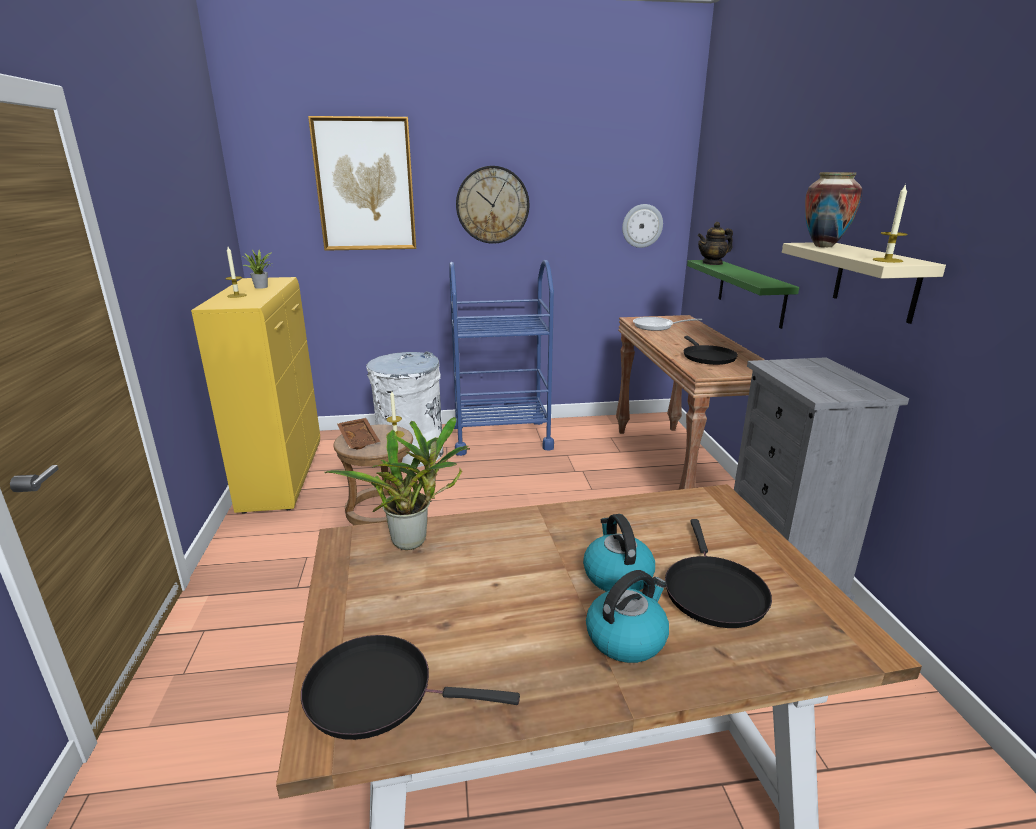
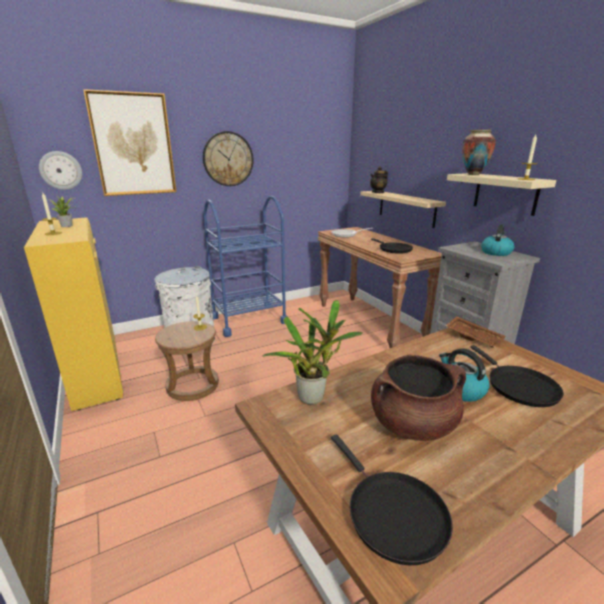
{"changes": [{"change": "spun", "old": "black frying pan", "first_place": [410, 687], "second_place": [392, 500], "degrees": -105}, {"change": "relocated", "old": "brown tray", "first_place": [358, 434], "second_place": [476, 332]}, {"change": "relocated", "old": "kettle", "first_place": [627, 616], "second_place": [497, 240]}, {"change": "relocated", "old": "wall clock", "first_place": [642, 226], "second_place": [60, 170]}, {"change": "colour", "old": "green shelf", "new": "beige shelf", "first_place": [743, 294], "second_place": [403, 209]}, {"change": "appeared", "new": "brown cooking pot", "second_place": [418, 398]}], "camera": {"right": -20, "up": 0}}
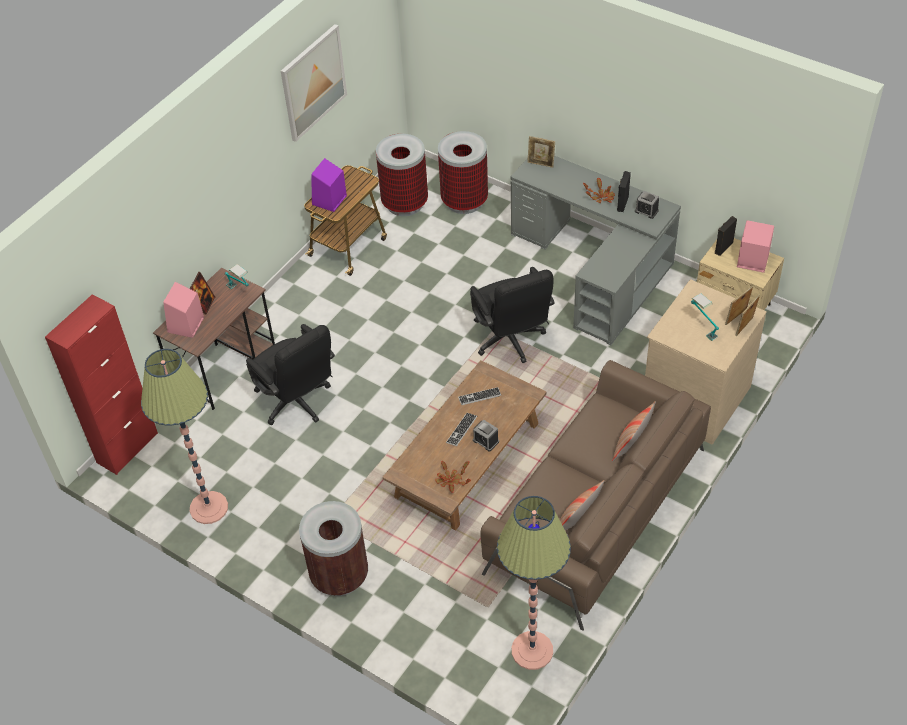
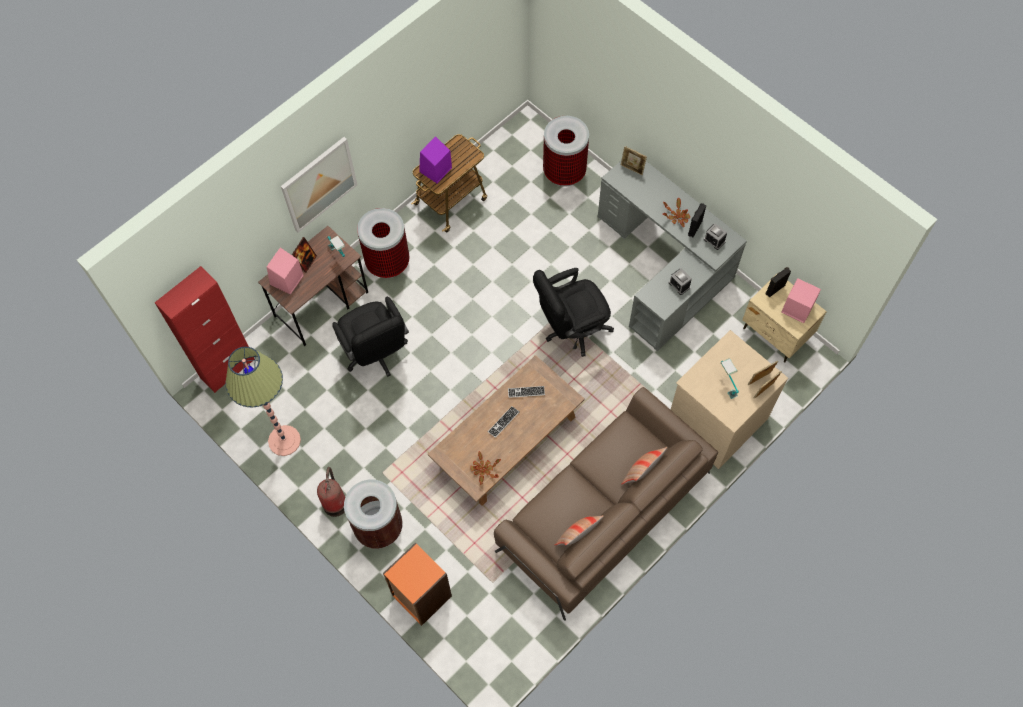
{"changes": [{"change": "relocated", "old": "picture", "first_place": [314, 83], "second_place": [319, 185]}, {"change": "relocated", "old": "trash can", "first_place": [402, 175], "second_place": [383, 243]}, {"change": "spun", "old": "black office chair", "first_place": [512, 315], "second_place": [573, 312], "degrees": 75}, {"change": "relocated", "old": "alarm clock", "first_place": [486, 436], "second_place": [680, 281]}, {"change": "missing", "old": "floor lamp", "first_place": [534, 583]}, {"change": "appeared", "new": "fire extinguisher", "second_place": [331, 492]}, {"change": "appeared", "new": "orange bookcase", "second_place": [417, 584]}], "camera": {"right": 10, "up": 15}}
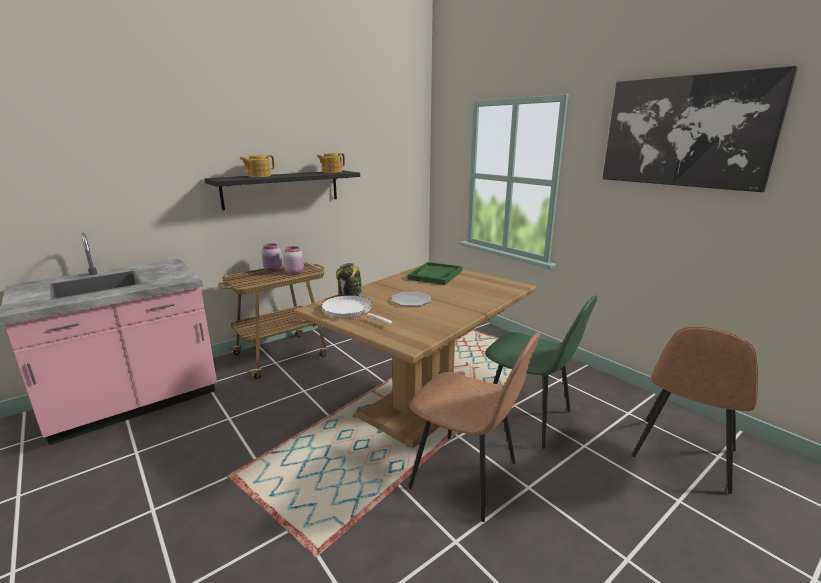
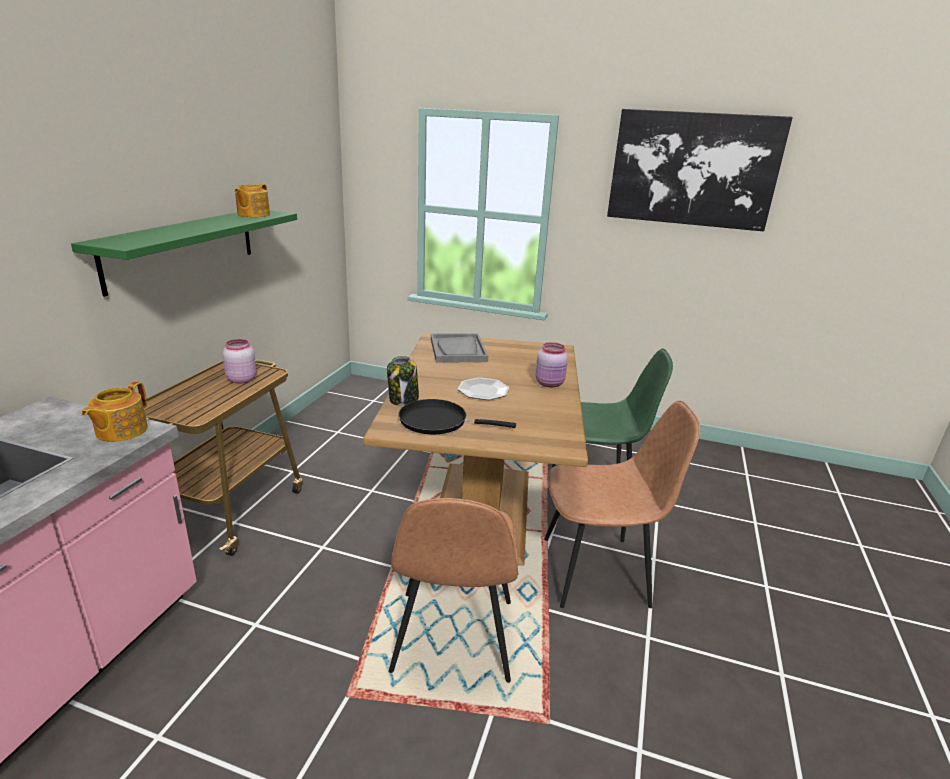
{"changes": [{"change": "colour", "old": "black shelf", "new": "green shelf", "first_place": [282, 190], "second_place": [184, 254]}, {"change": "relocated", "old": "teapot", "first_place": [257, 166], "second_place": [114, 411]}, {"change": "relocated", "old": "pink jar", "first_place": [271, 257], "second_place": [552, 364]}, {"change": "colour", "old": "white frying pan", "new": "black frying pan", "first_place": [356, 310], "second_place": [457, 416]}, {"change": "colour", "old": "green tray", "new": "grey tray", "first_place": [435, 273], "second_place": [459, 348]}, {"change": "relocated", "old": "brown chair", "first_place": [695, 410], "second_place": [453, 590]}], "camera": {"right": -35, "up": 5}}
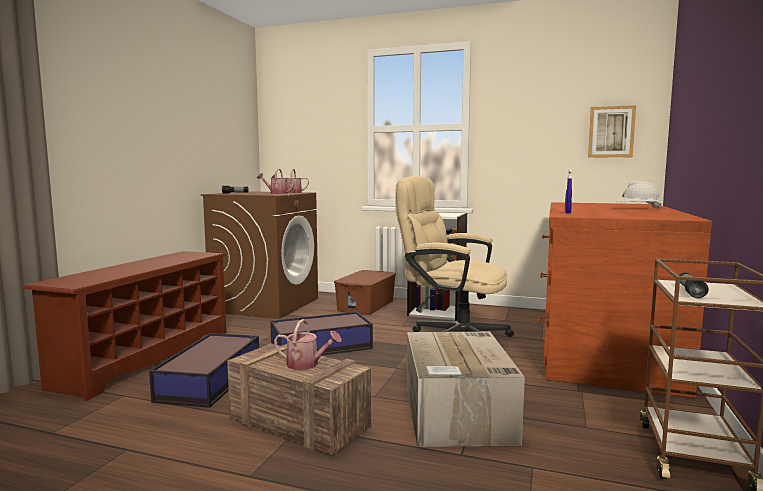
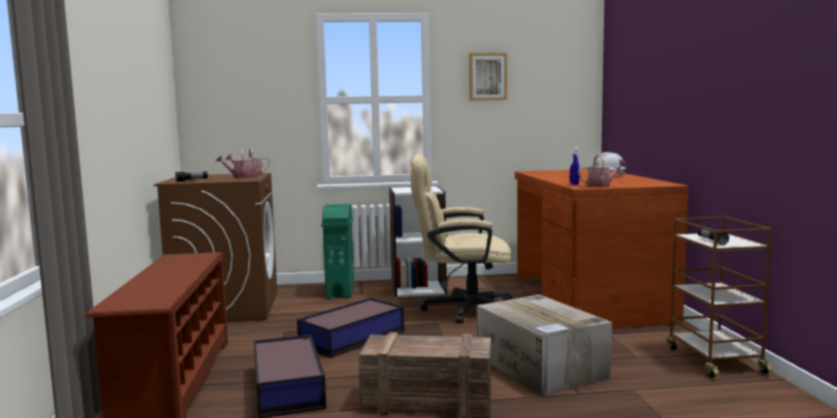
{"changes": [{"change": "relocated", "old": "watering can", "first_place": [308, 344], "second_place": [602, 171]}, {"change": "exchanged", "old": "brown storage box", "new": "green trash can", "first_place": [365, 292], "second_place": [337, 251]}, {"change": "relocated", "old": "picture", "first_place": [612, 131], "second_place": [488, 77]}], "camera": {"right": -25, "up": 0}}
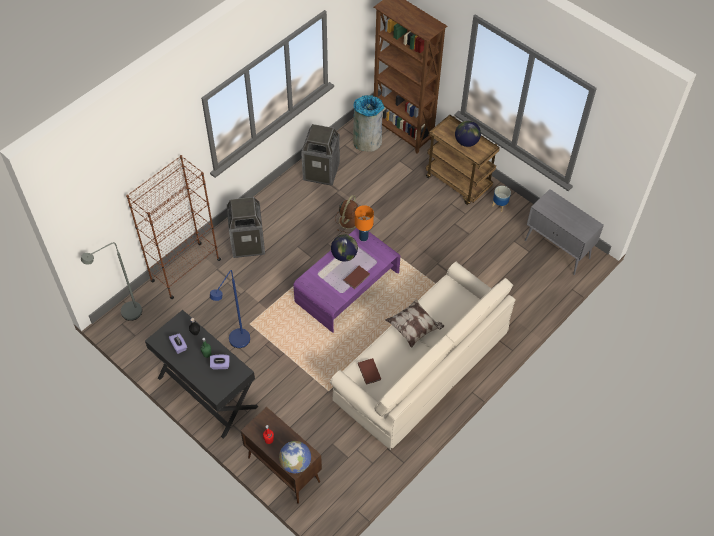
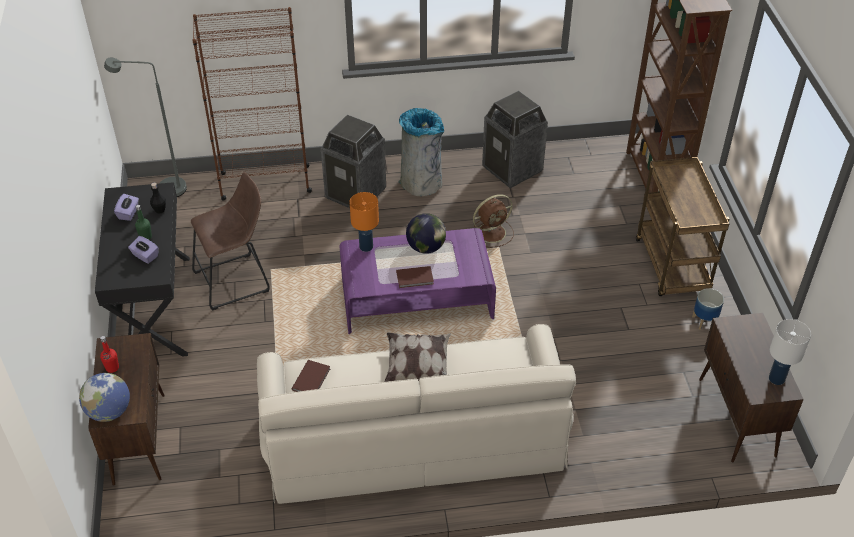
{"changes": [{"change": "exchanged", "old": "blue floor lamp", "new": "brown stool", "first_place": [230, 309], "second_place": [230, 241]}, {"change": "relocated", "old": "grey trash can", "first_place": [369, 123], "second_place": [421, 152]}, {"change": "relocated", "old": "orange table lamp", "first_place": [364, 223], "second_place": [364, 222]}, {"change": "missing", "old": "globe", "first_place": [468, 134]}, {"change": "colour", "old": "grey cabinet", "new": "brown cabinet", "first_place": [564, 232], "second_place": [751, 387]}, {"change": "appeared", "new": "white table lamp", "second_place": [790, 352]}], "camera": {"right": 40, "up": -10}}
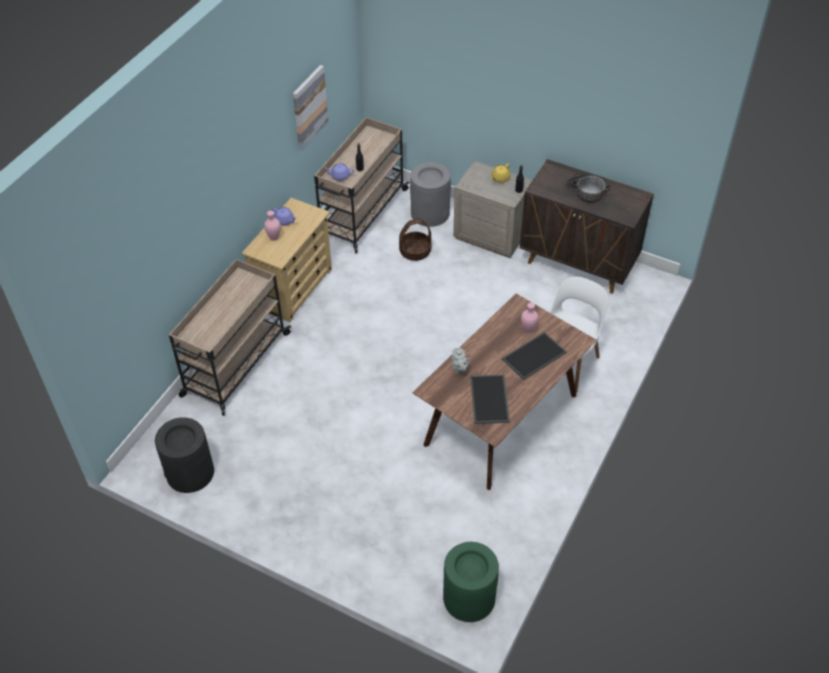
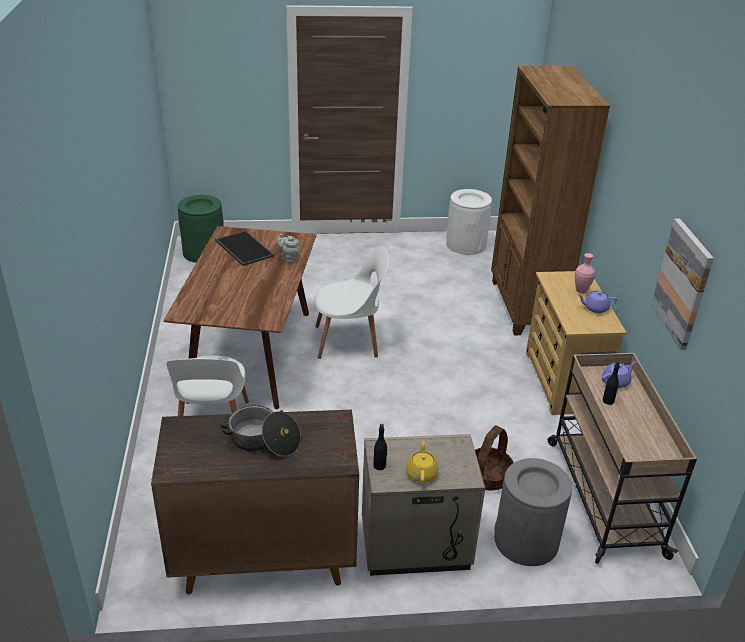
{"changes": [{"change": "colour", "old": "black trash can", "new": "white trash can", "first_place": [184, 455], "second_place": [469, 222]}, {"change": "exchanged", "old": "beige cart", "new": "brown bookcase", "first_place": [230, 337], "second_place": [550, 200]}, {"change": "missing", "old": "tray", "first_place": [534, 356]}, {"change": "missing", "old": "pink vase", "first_place": [530, 318]}, {"change": "appeared", "new": "white chair", "second_place": [351, 303]}], "camera": {"right": 145, "up": -15}}
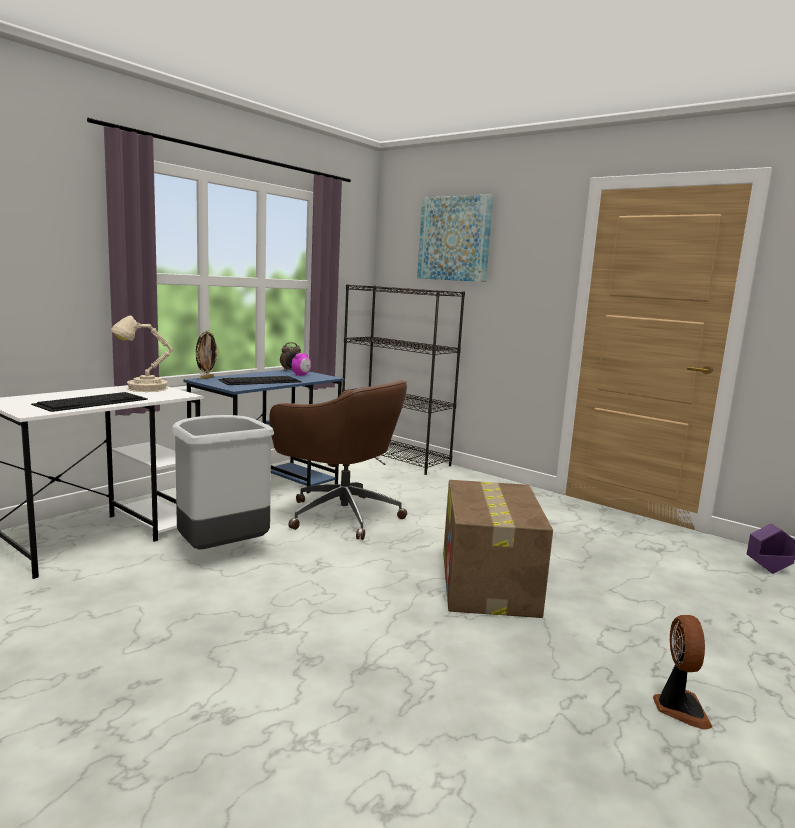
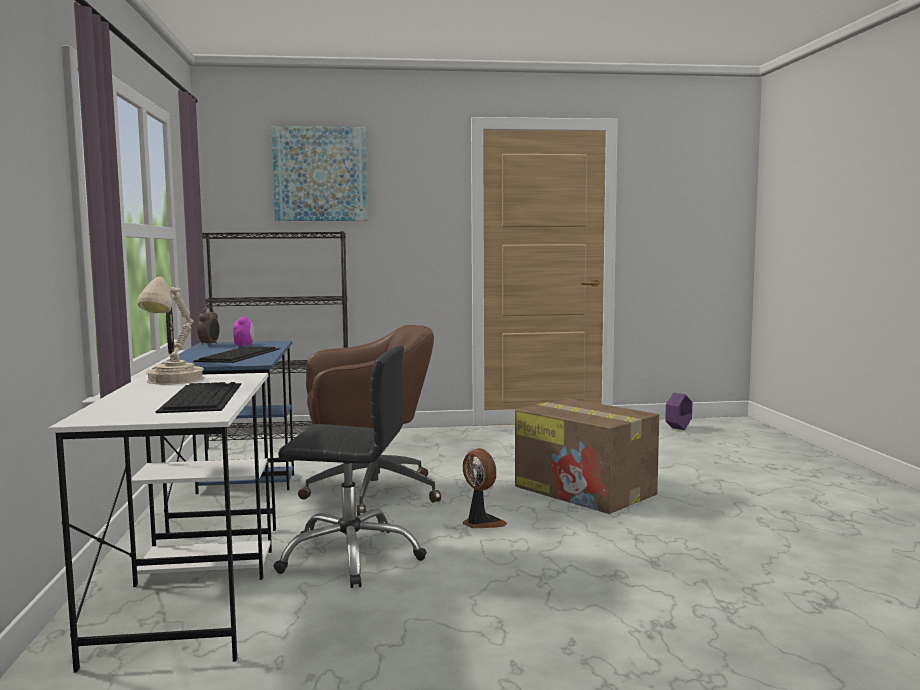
{"changes": [{"change": "exchanged", "old": "grey trash can", "new": "black office chair", "first_place": [223, 482], "second_place": [350, 466]}, {"change": "relocated", "old": "fan", "first_place": [682, 672], "second_place": [485, 488]}], "camera": {"right": -45, "up": -5}}
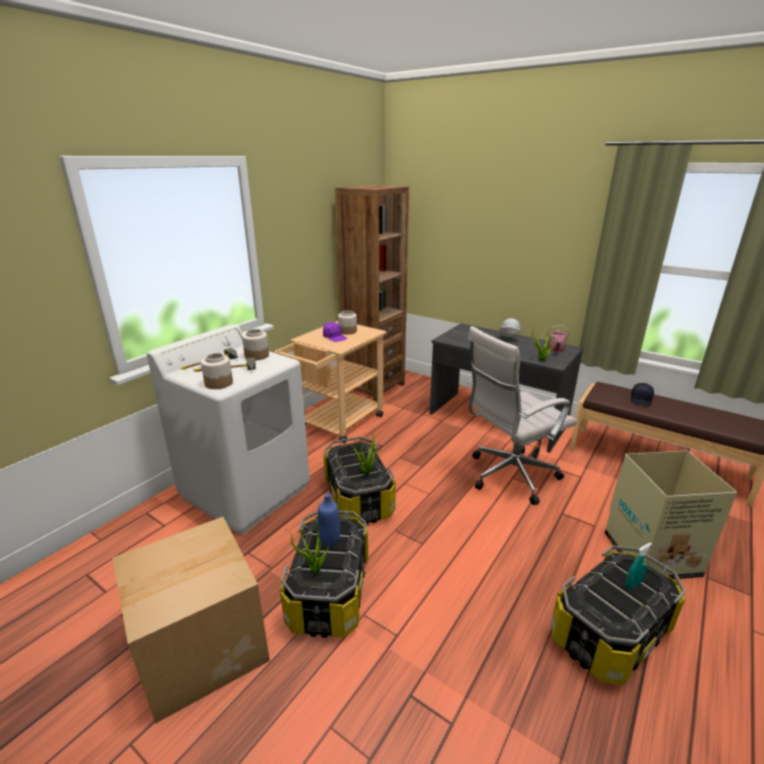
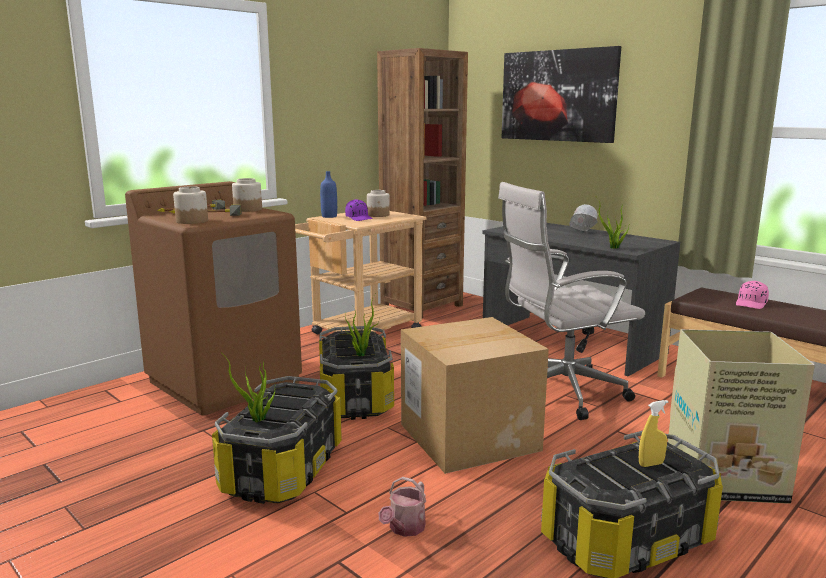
{"changes": [{"change": "relocated", "old": "cardboard box", "first_place": [191, 620], "second_place": [475, 395]}, {"change": "colour", "old": "white washing machine", "new": "brown washing machine", "first_place": [228, 429], "second_place": [213, 298]}, {"change": "relocated", "old": "blue bottle", "first_place": [329, 520], "second_place": [328, 194]}, {"change": "relocated", "old": "watering can", "first_place": [558, 338], "second_place": [402, 507]}, {"change": "colour", "old": "turquoise spray bottle", "new": "yellow spray bottle", "first_place": [638, 566], "second_place": [653, 433]}, {"change": "colour", "old": "black cap", "new": "pink cap", "first_place": [642, 394], "second_place": [752, 295]}, {"change": "appeared", "new": "picture", "second_place": [561, 94]}], "camera": {"right": 10, "up": -10}}
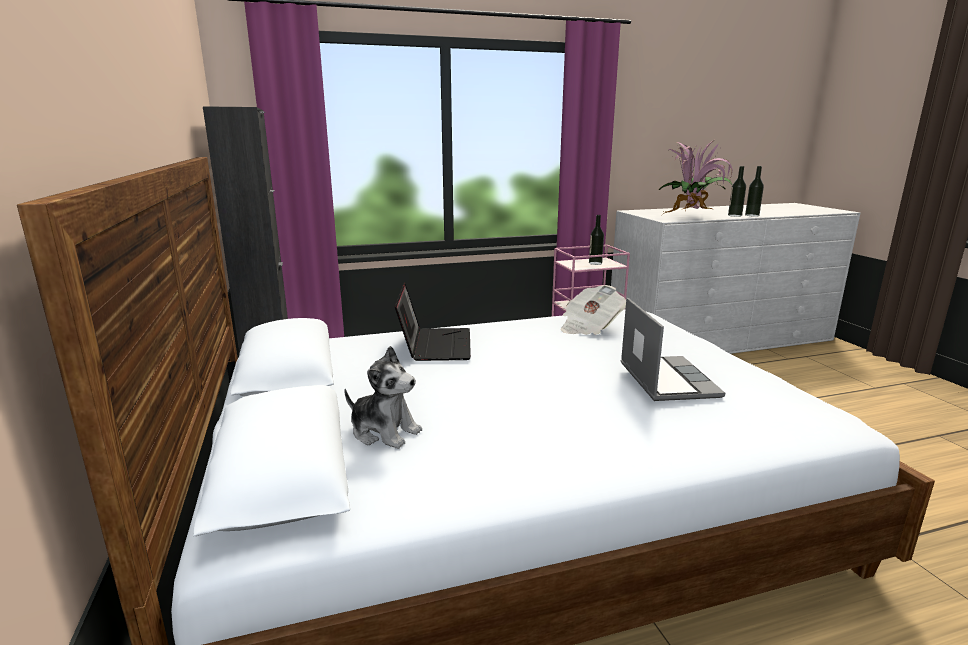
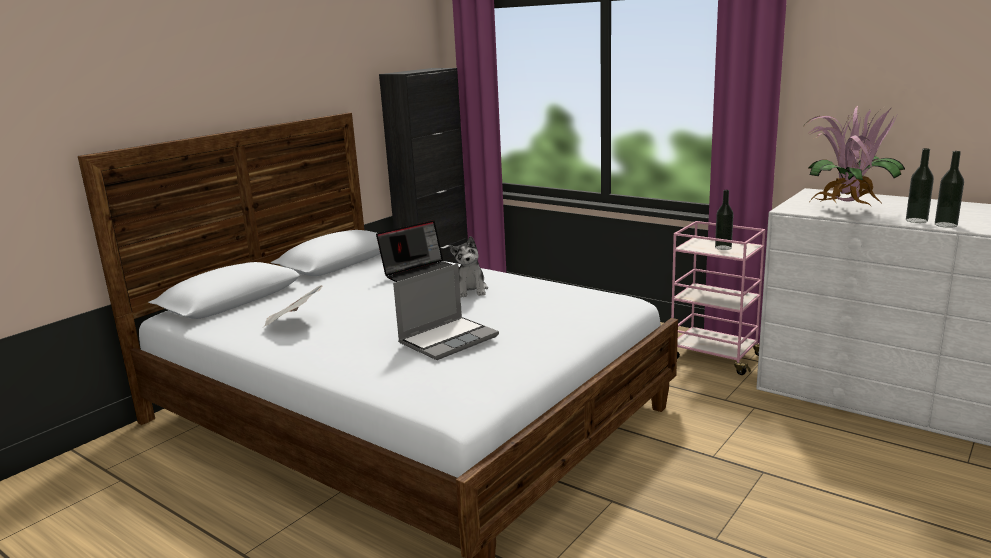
{"changes": [{"change": "relocated", "old": "plush toy", "first_place": [383, 397], "second_place": [468, 266]}, {"change": "relocated", "old": "newspaper", "first_place": [593, 310], "second_place": [293, 306]}], "camera": {"right": 55, "up": 0}}
